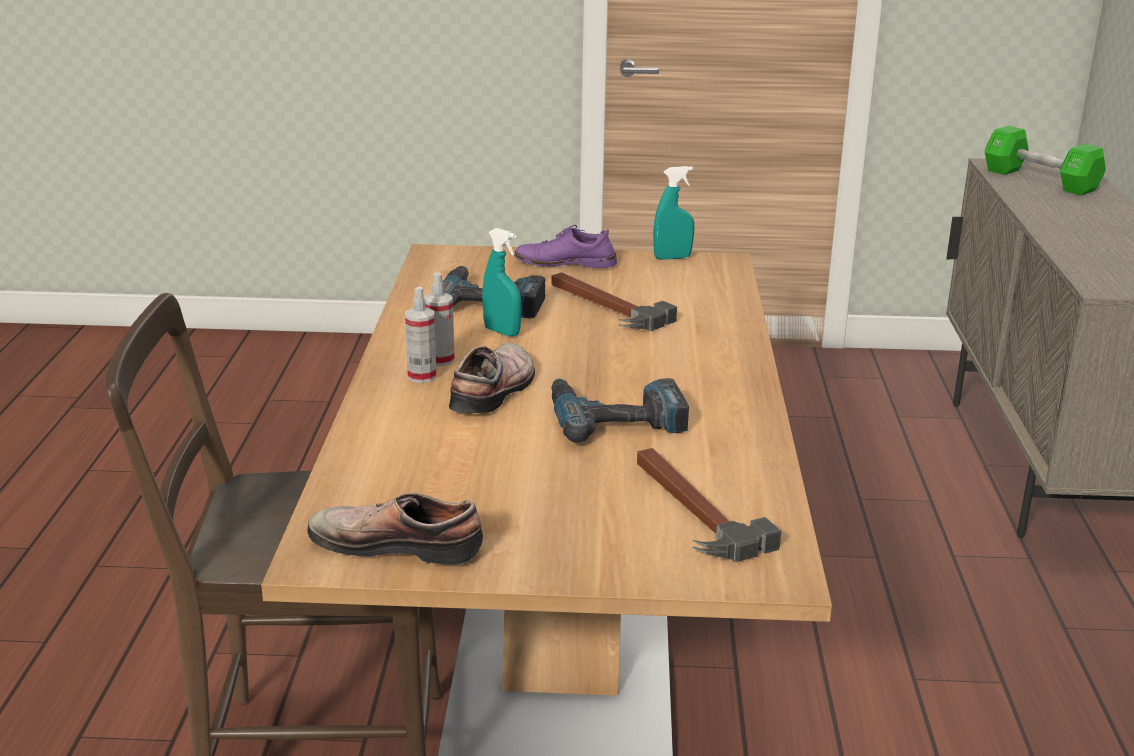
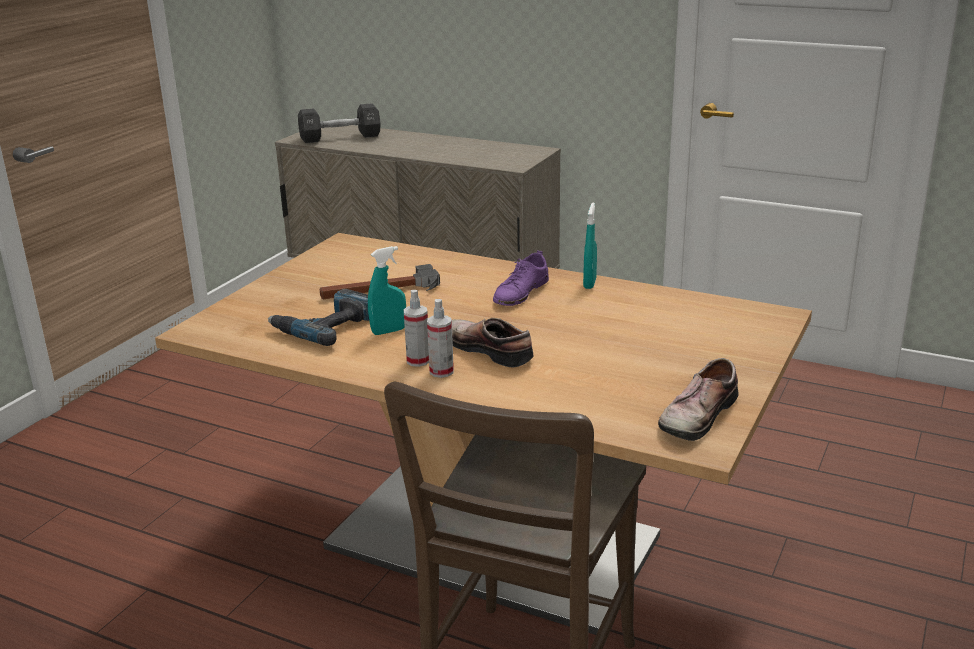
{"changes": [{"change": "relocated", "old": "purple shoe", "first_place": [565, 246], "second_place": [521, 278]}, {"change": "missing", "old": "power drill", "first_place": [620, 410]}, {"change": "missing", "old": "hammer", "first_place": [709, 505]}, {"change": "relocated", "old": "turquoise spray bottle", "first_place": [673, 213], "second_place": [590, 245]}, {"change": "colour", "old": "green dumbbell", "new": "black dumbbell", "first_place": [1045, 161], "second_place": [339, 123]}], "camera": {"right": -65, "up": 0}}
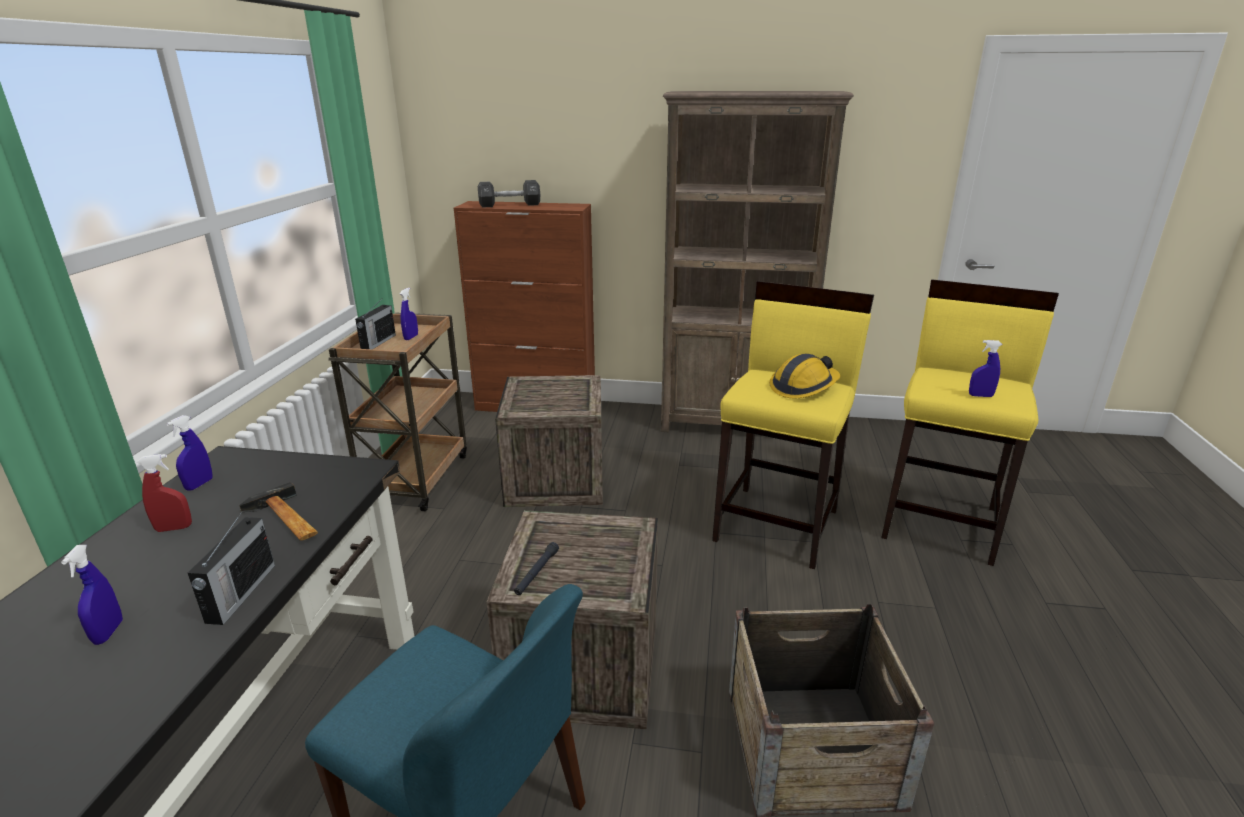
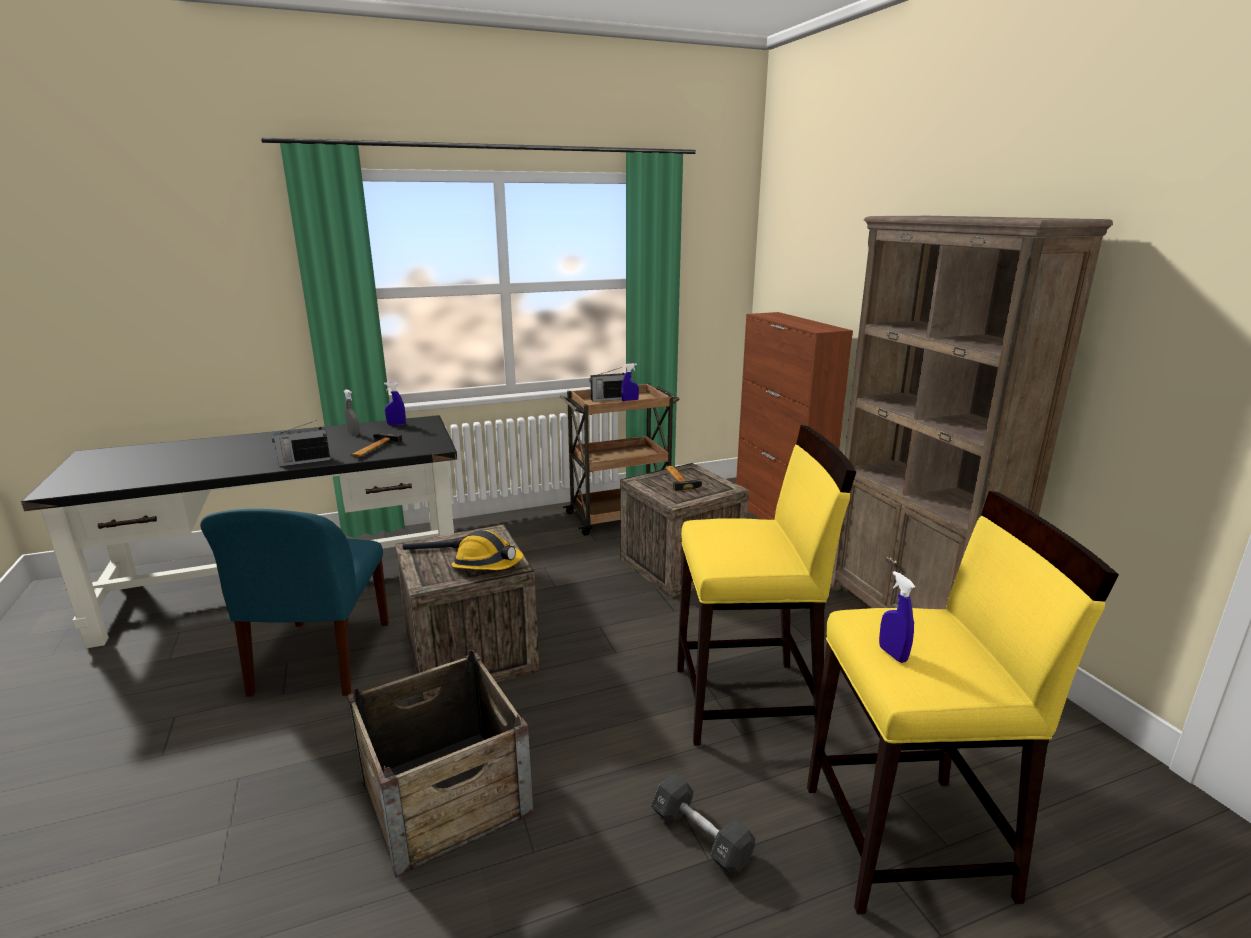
{"changes": [{"change": "missing", "old": "blue spray bottle", "first_place": [92, 595]}, {"change": "colour", "old": "red spray bottle", "new": "grey spray bottle", "first_place": [164, 493], "second_place": [351, 412]}, {"change": "relocated", "old": "black dumbbell", "first_place": [509, 194], "second_place": [703, 824]}, {"change": "relocated", "old": "hard hat", "first_place": [804, 376], "second_place": [487, 550]}, {"change": "appeared", "new": "hammer", "second_place": [683, 478]}], "camera": {"right": 60, "up": -5}}
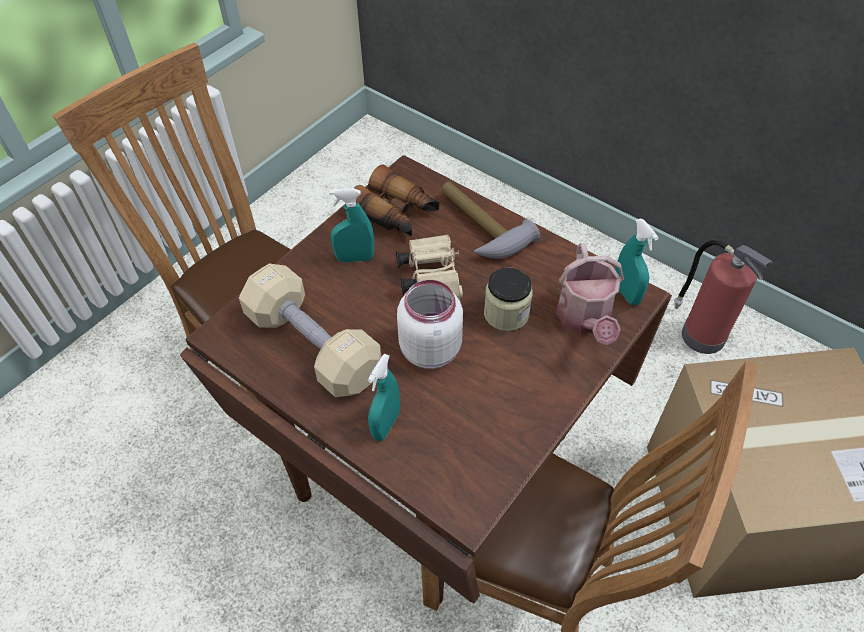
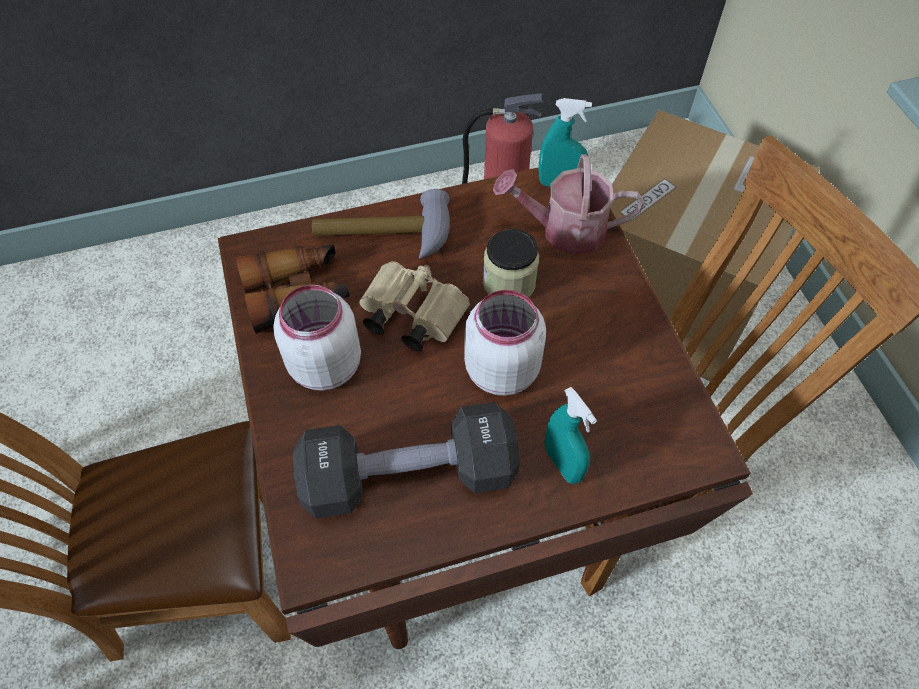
{"changes": [{"change": "colour", "old": "beige dumbbell", "new": "black dumbbell", "first_place": [310, 330], "second_place": [406, 460]}, {"change": "exchanged", "old": "turquoise spray bottle", "new": "white jar", "first_place": [351, 225], "second_place": [317, 338]}, {"change": "spun", "old": "watering can", "first_place": [590, 294], "second_place": [568, 204], "degrees": 150}], "camera": {"right": -55, "up": 5}}
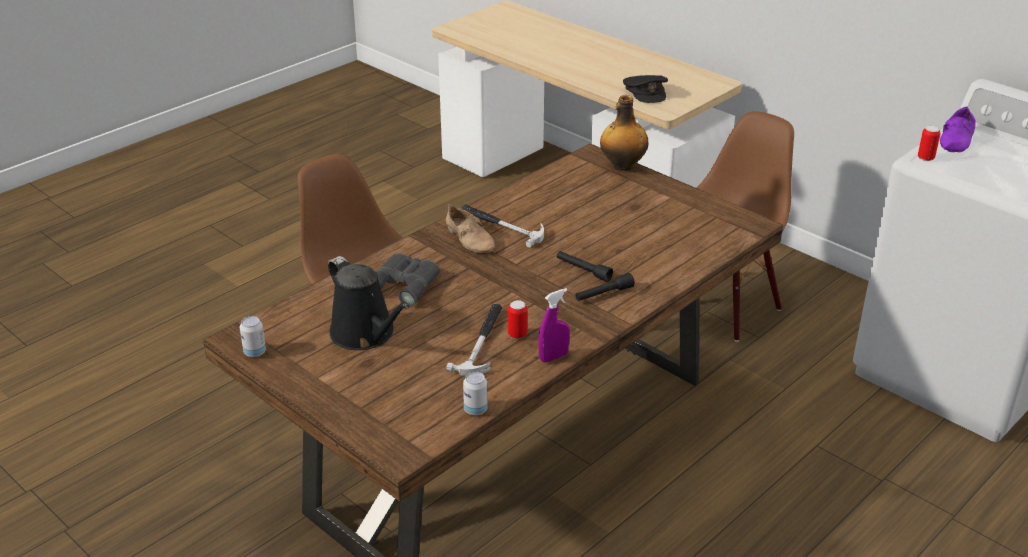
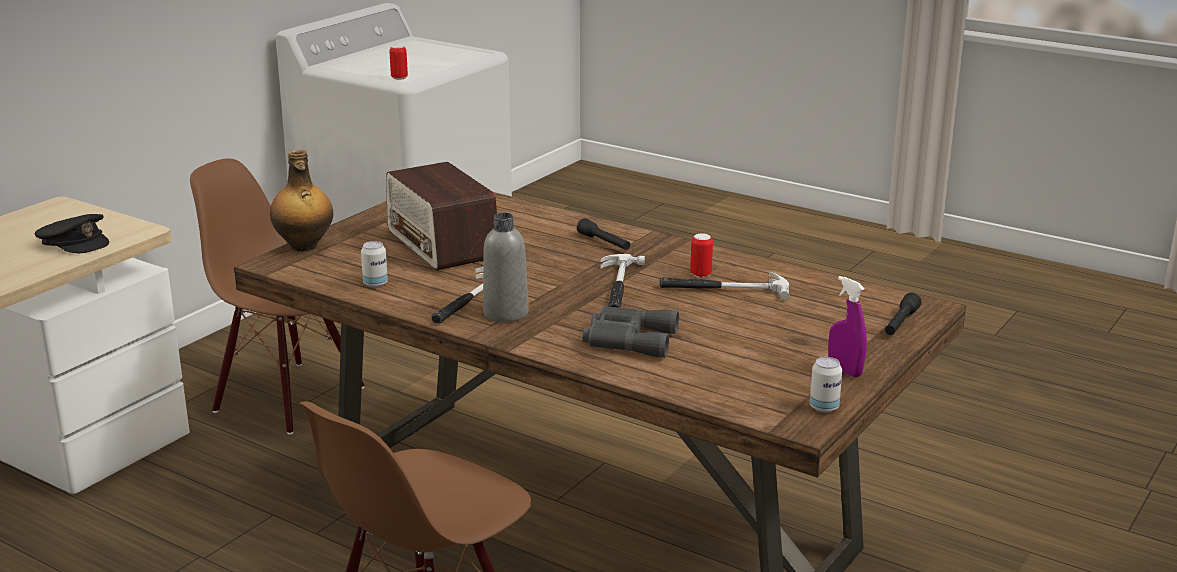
{"changes": [{"change": "missing", "old": "black watering can", "first_place": [368, 303]}, {"change": "exchanged", "old": "beige shoe", "new": "grey bottle", "first_place": [470, 228], "second_place": [506, 267]}, {"change": "relocated", "old": "can", "first_place": [475, 393], "second_place": [374, 264]}, {"change": "relocated", "old": "purple spray bottle", "first_place": [554, 325], "second_place": [847, 327]}, {"change": "relocated", "old": "black flashlight", "first_place": [585, 266], "second_place": [903, 313]}, {"change": "spun", "old": "black cap", "first_place": [645, 89], "second_place": [72, 233], "degrees": 60}, {"change": "missing", "old": "purple shoe", "first_place": [958, 129]}, {"change": "appeared", "new": "radio", "second_place": [441, 216]}, {"change": "appeared", "new": "hammer", "second_place": [623, 281]}], "camera": {"right": -100, "up": -10}}
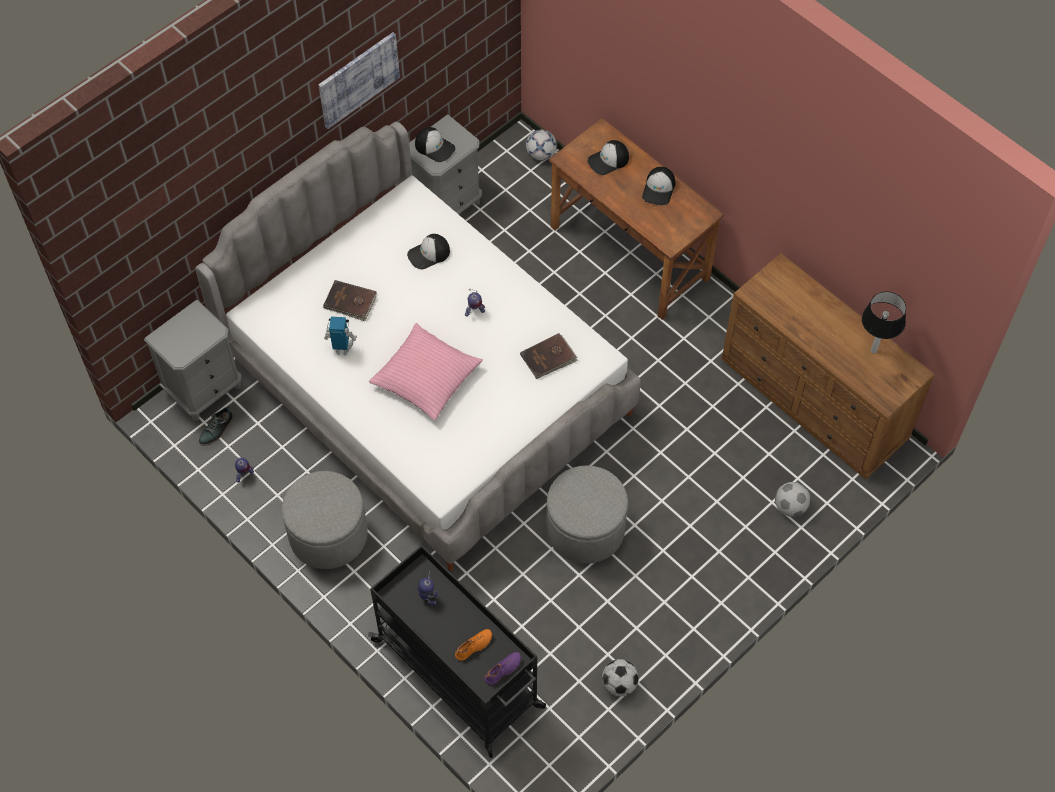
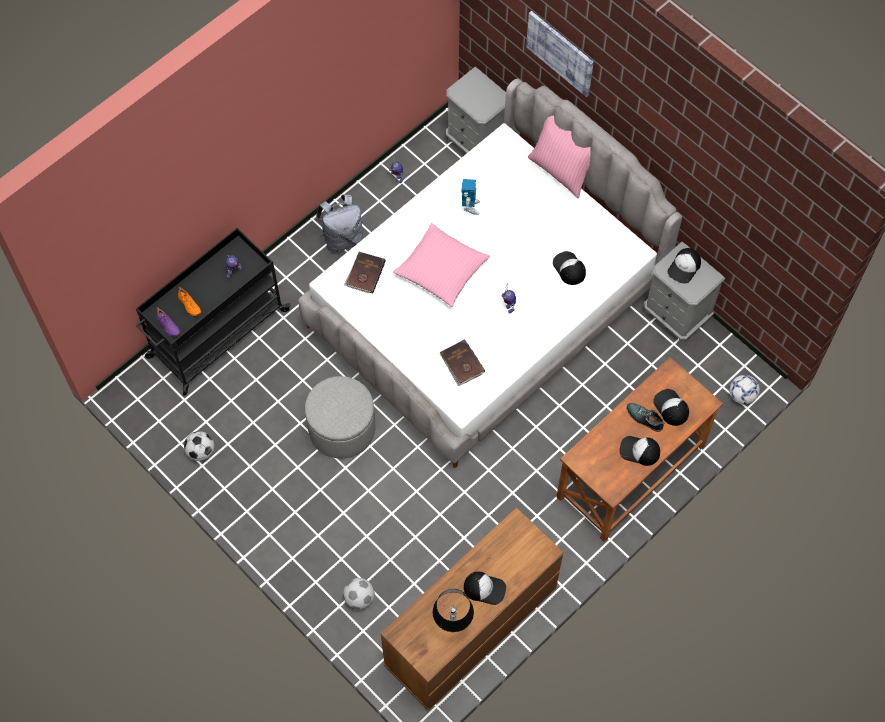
{"changes": [{"change": "relocated", "old": "shoe", "first_place": [215, 425], "second_place": [646, 417]}, {"change": "exchanged", "old": "grey ottoman", "new": "grey backpack", "first_place": [325, 520], "second_place": [339, 223]}, {"change": "relocated", "old": "picture", "first_place": [359, 80], "second_place": [560, 54]}, {"change": "relocated", "old": "brown book", "first_place": [350, 300], "second_place": [365, 273]}, {"change": "appeared", "new": "cap", "second_place": [485, 588]}, {"change": "appeared", "new": "pink pillow", "second_place": [559, 157]}], "camera": {"right": 90, "up": 5}}
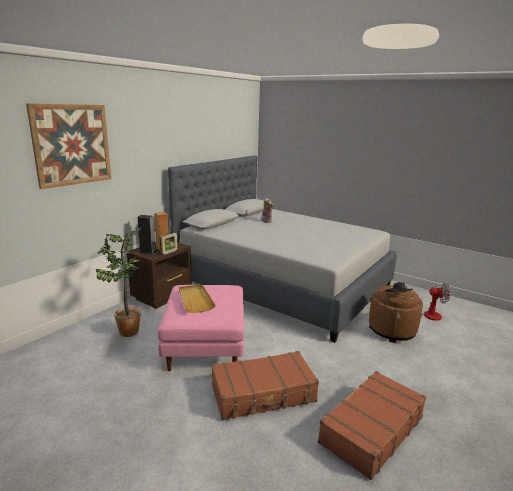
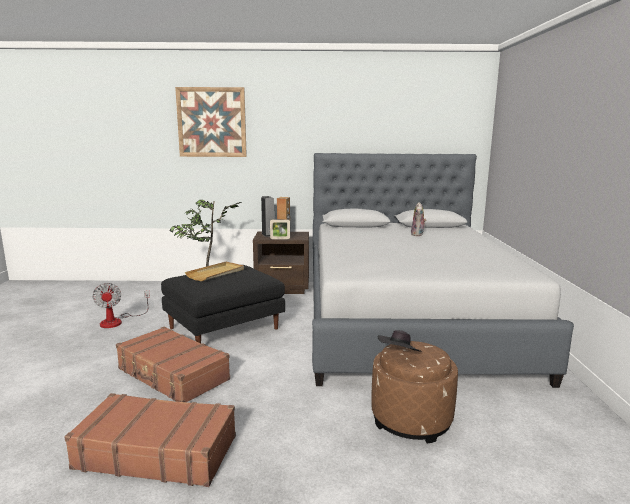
{"changes": [{"change": "colour", "old": "pink ottoman", "new": "black ottoman", "first_place": [201, 328], "second_place": [223, 304]}, {"change": "relocated", "old": "fan", "first_place": [428, 302], "second_place": [121, 305]}], "camera": {"right": 55, "up": -5}}
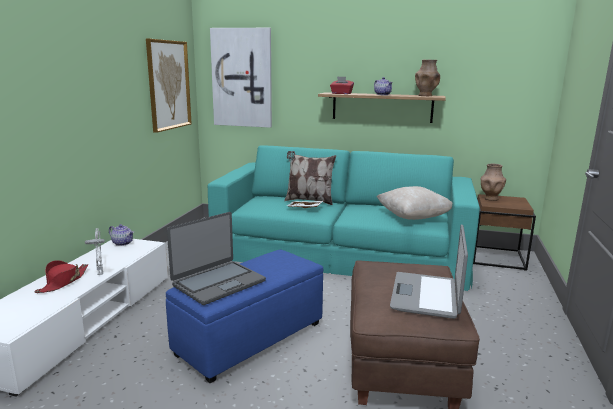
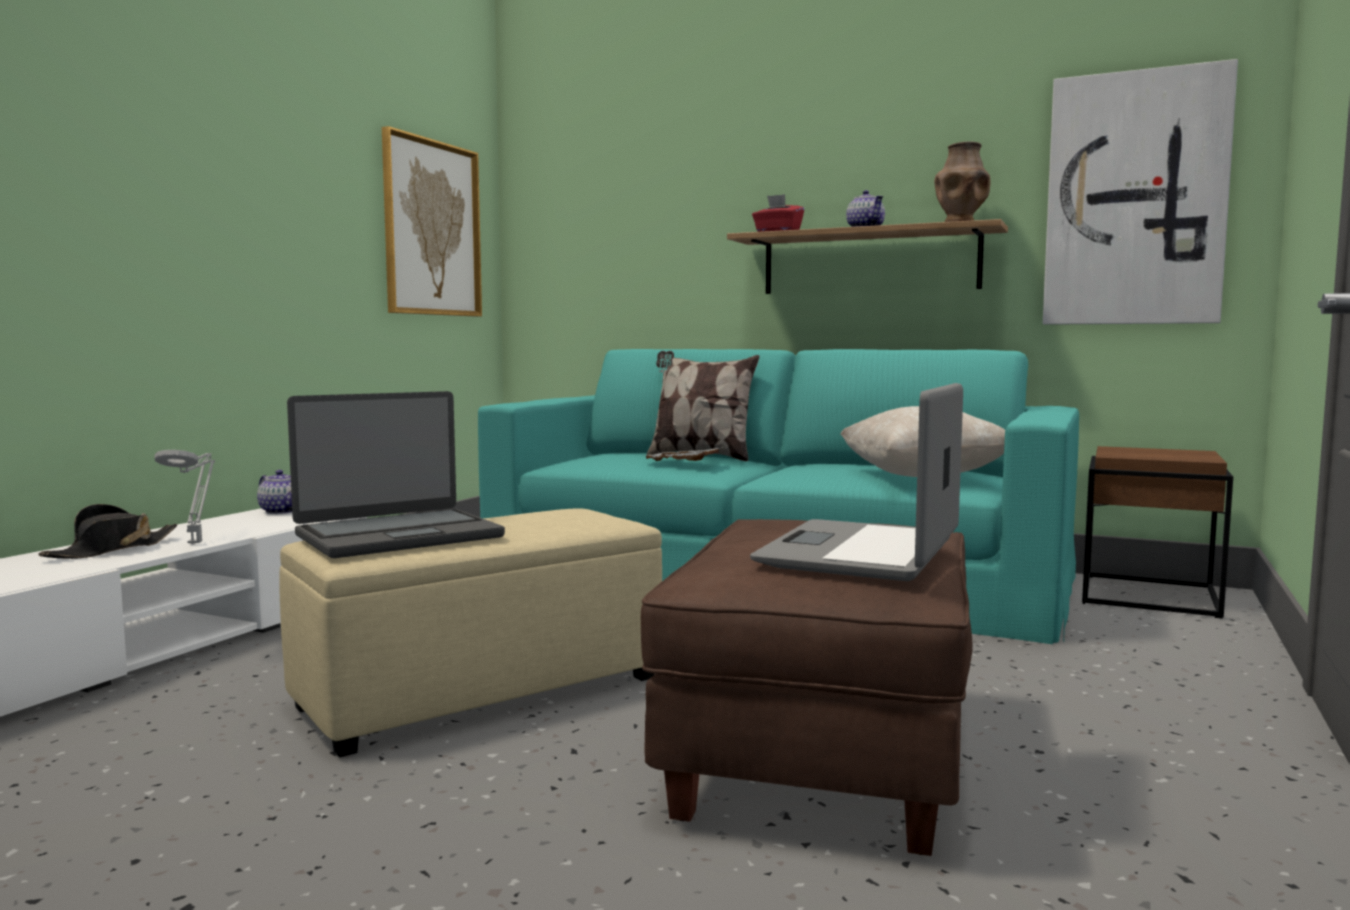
{"changes": [{"change": "colour", "old": "red hat", "new": "black hat", "first_place": [61, 276], "second_place": [108, 531]}, {"change": "colour", "old": "blue ottoman", "new": "beige ottoman", "first_place": [244, 316], "second_place": [470, 632]}, {"change": "relocated", "old": "picture", "first_place": [241, 78], "second_place": [1140, 192]}, {"change": "missing", "old": "brown vase", "first_place": [493, 182]}], "camera": {"right": 10, "up": -10}}
